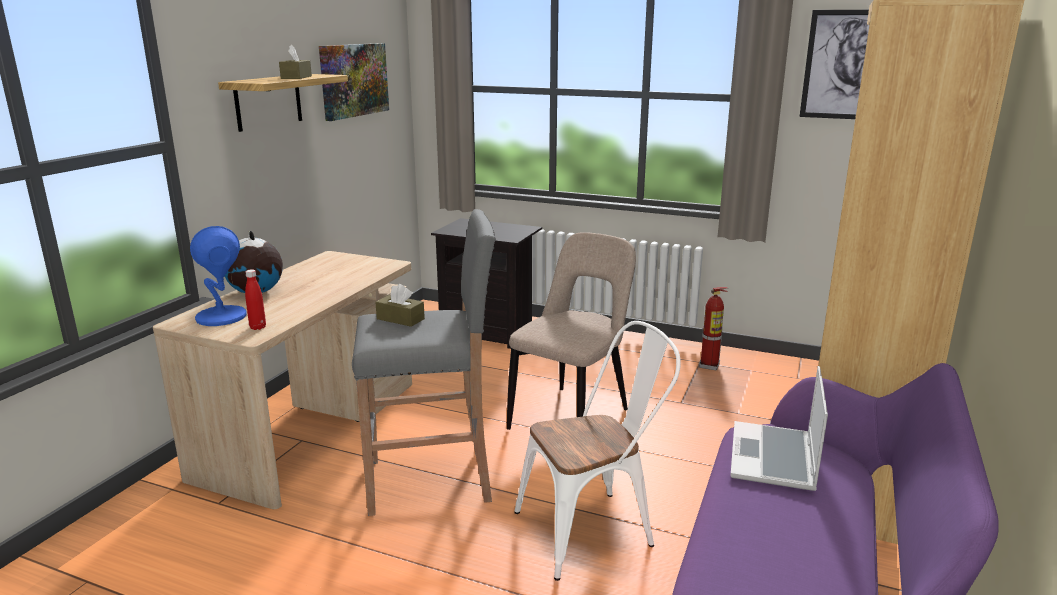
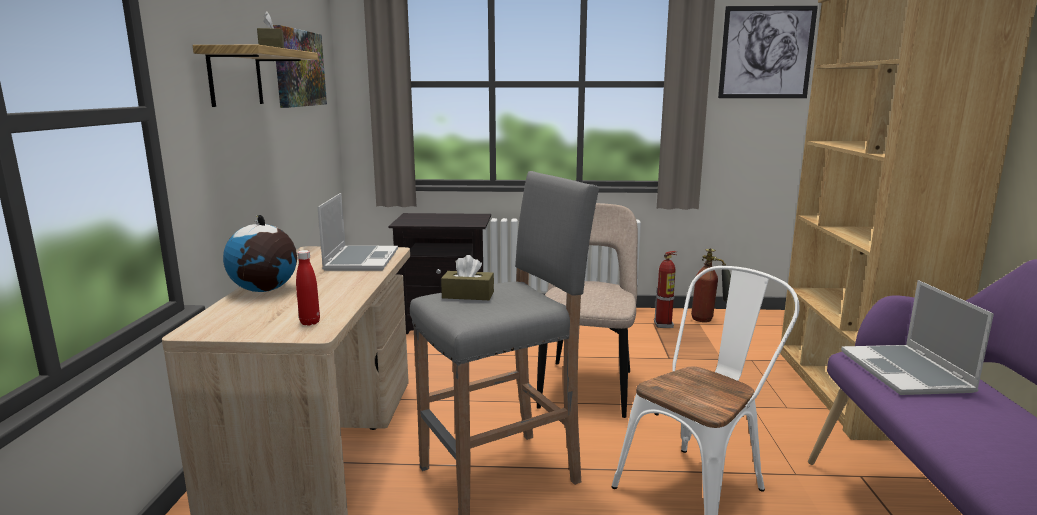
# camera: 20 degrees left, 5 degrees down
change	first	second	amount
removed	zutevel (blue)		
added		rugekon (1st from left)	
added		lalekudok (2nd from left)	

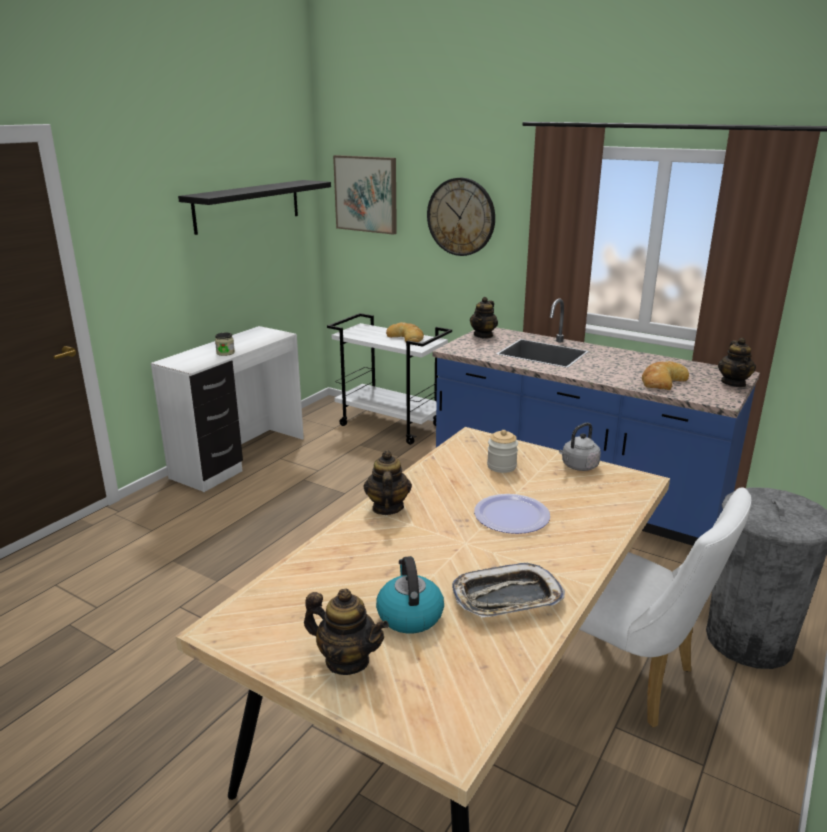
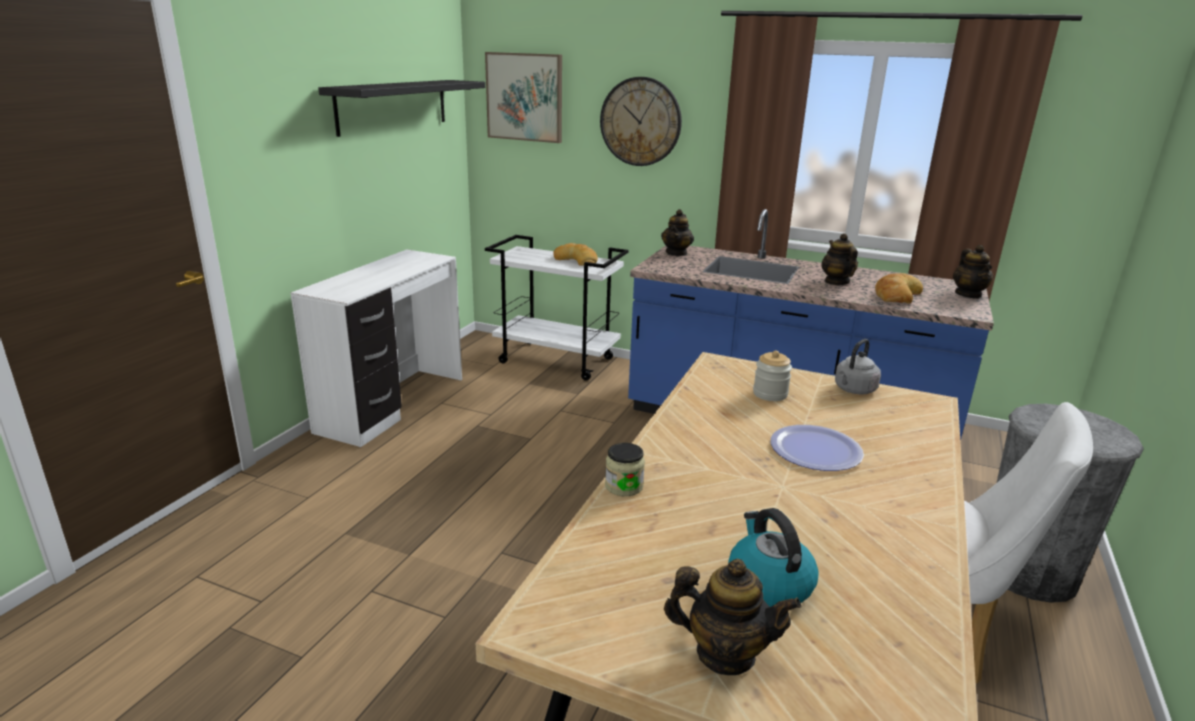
# camera: 10 degrees left, 0 degrees up
change	first	second	amount
moved	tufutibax (1st from left)		
moved	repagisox (2nd from left in the first image)	repagisox (3rd from left)	
removed	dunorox		

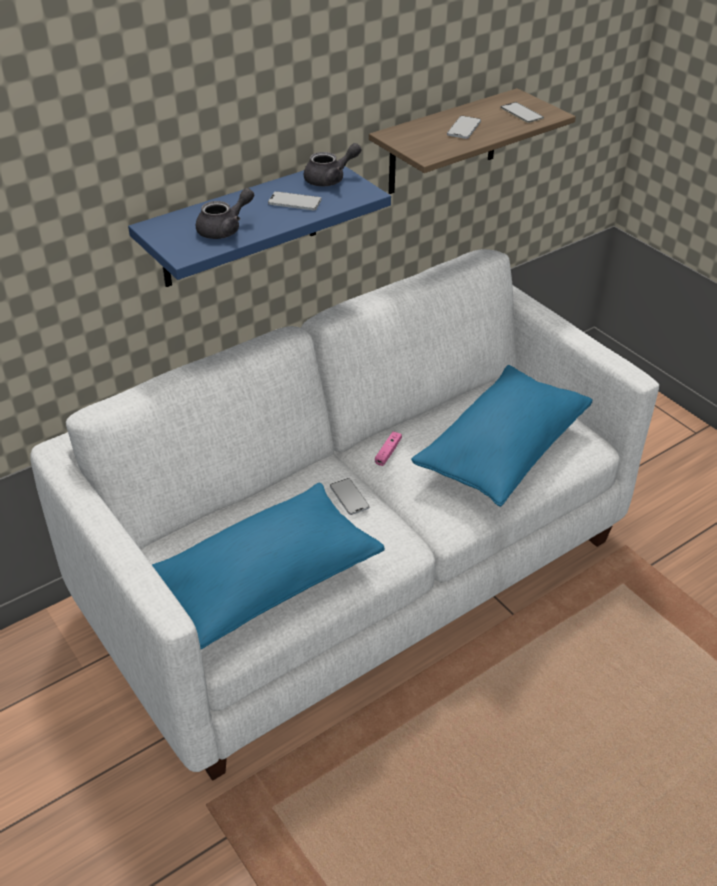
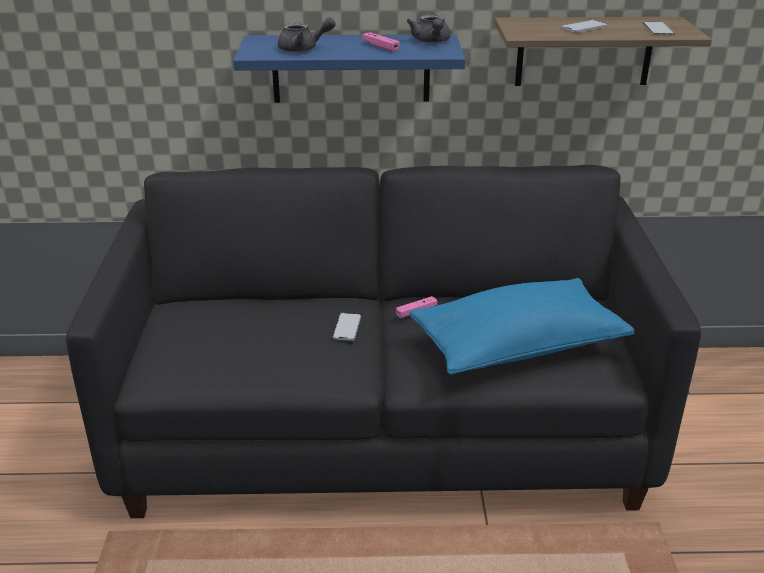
# camera: 35 degrees right, 10 degrees down
change	first	second	amount
recoloured	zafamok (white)	zafamok (black)	
removed	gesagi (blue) (1st from left)		
replaced	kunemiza (1st from left)	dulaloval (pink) (1st from left)	
turned	repagisox (grey) (2nd from left)		75 degrees clockwise

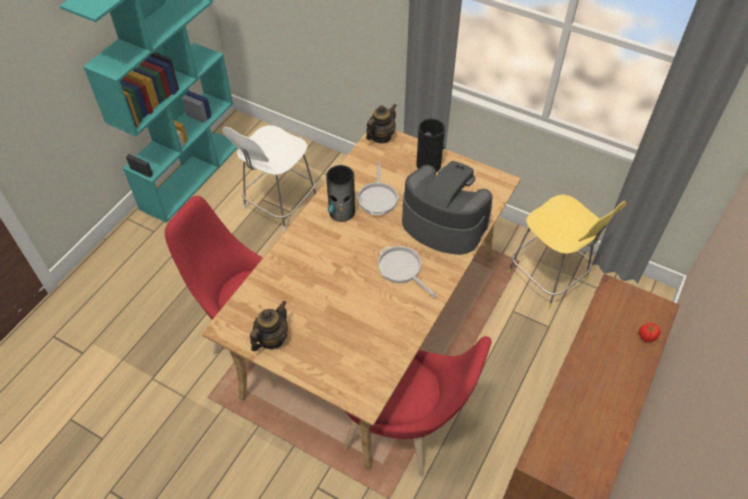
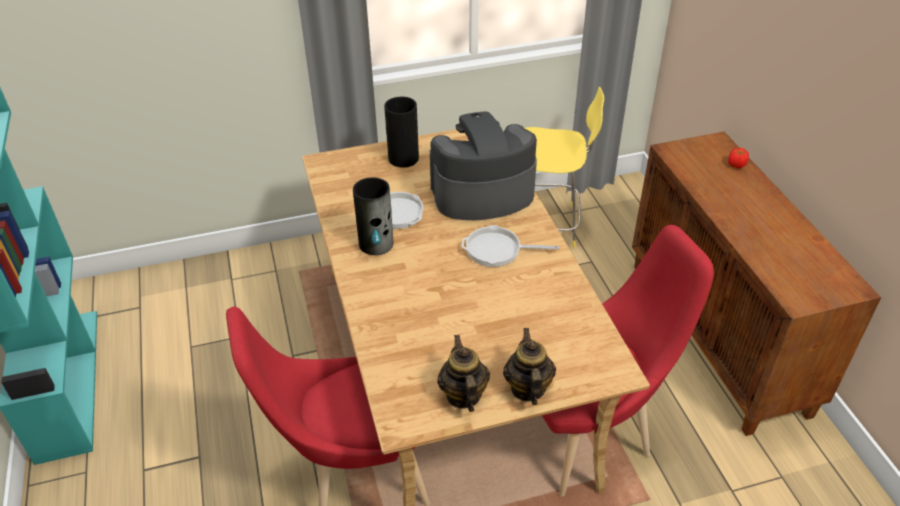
# camera: 45 degrees left, 10 degrees down
change	first	second	amount
removed	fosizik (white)		
moved	repagisox (2nd from left)		

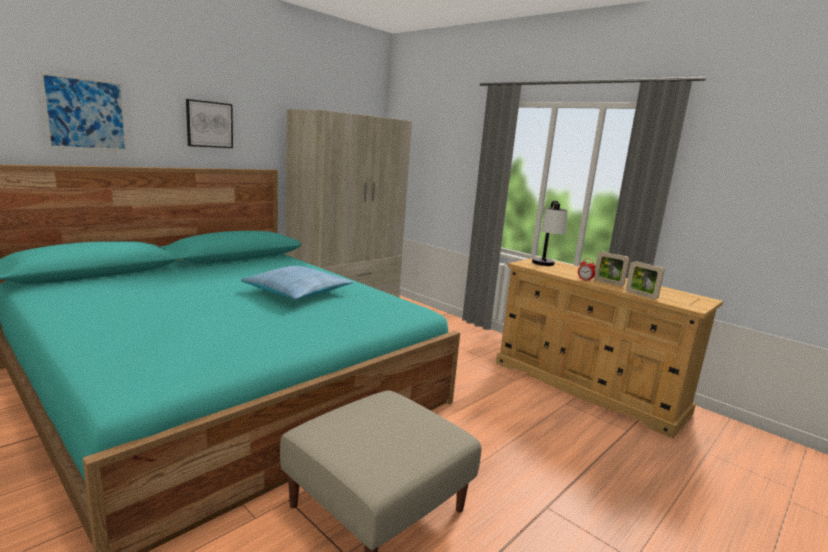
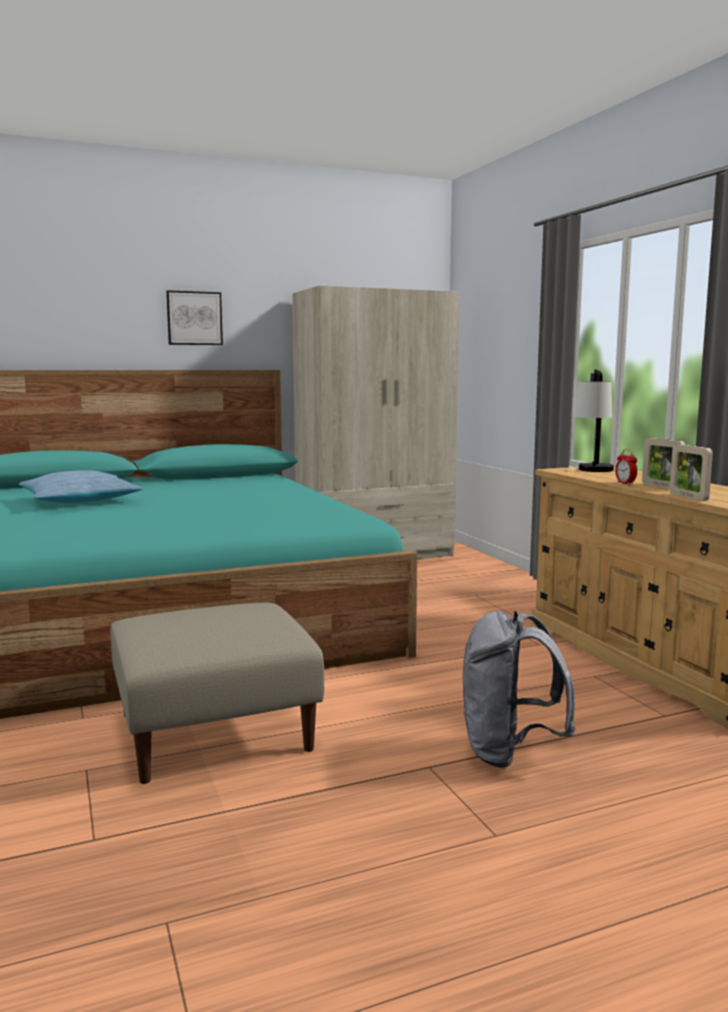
# camera: 25 degrees right, 5 degrees down
change	first	second	amount
removed	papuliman (1st from left)		
moved	gesagi		
added		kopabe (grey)	

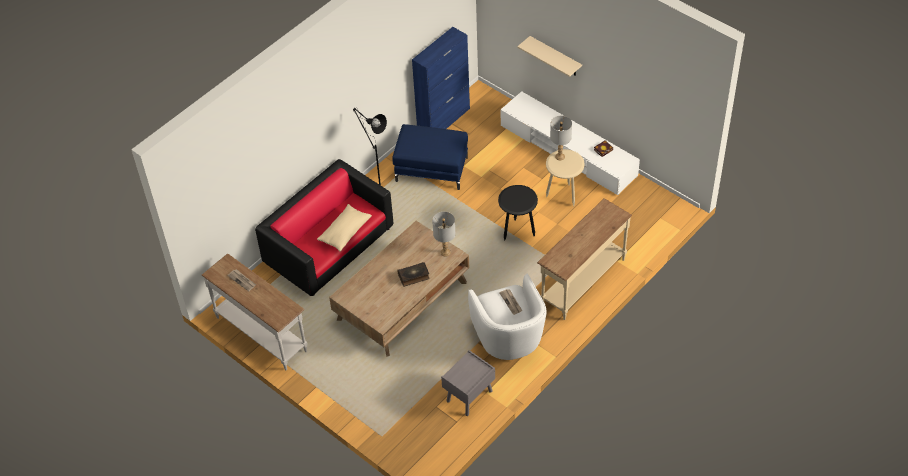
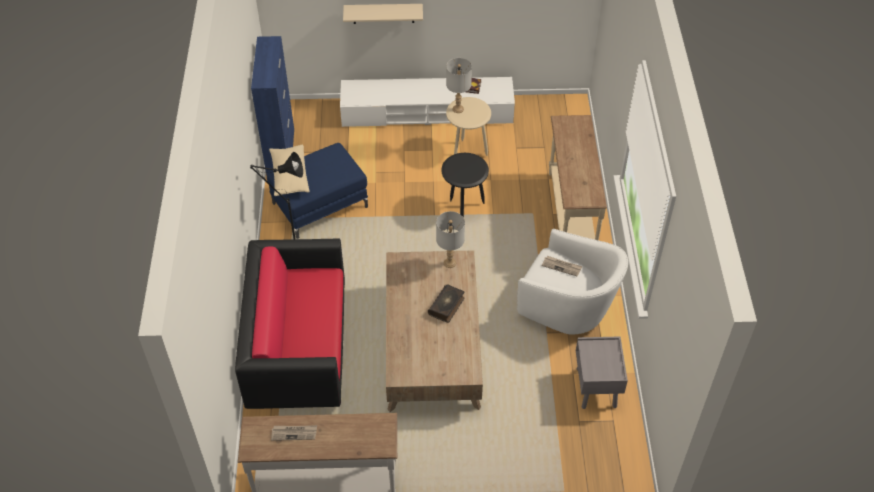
# camera: 45 degrees left, 0 degrees up
change	first	second	amount
moved	gesagi (beige)		

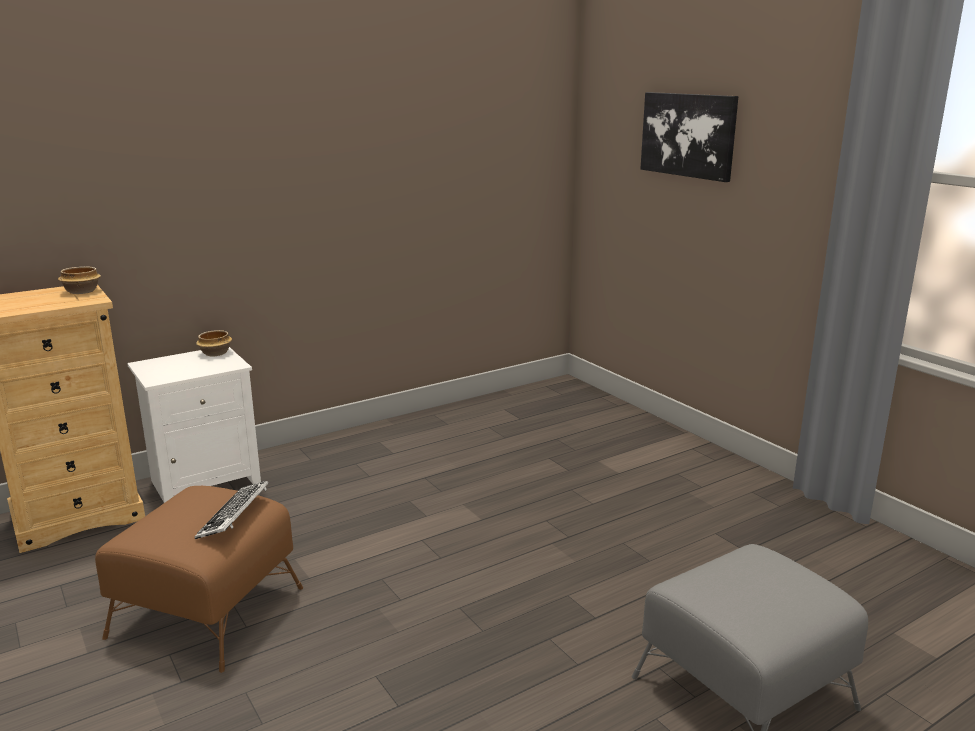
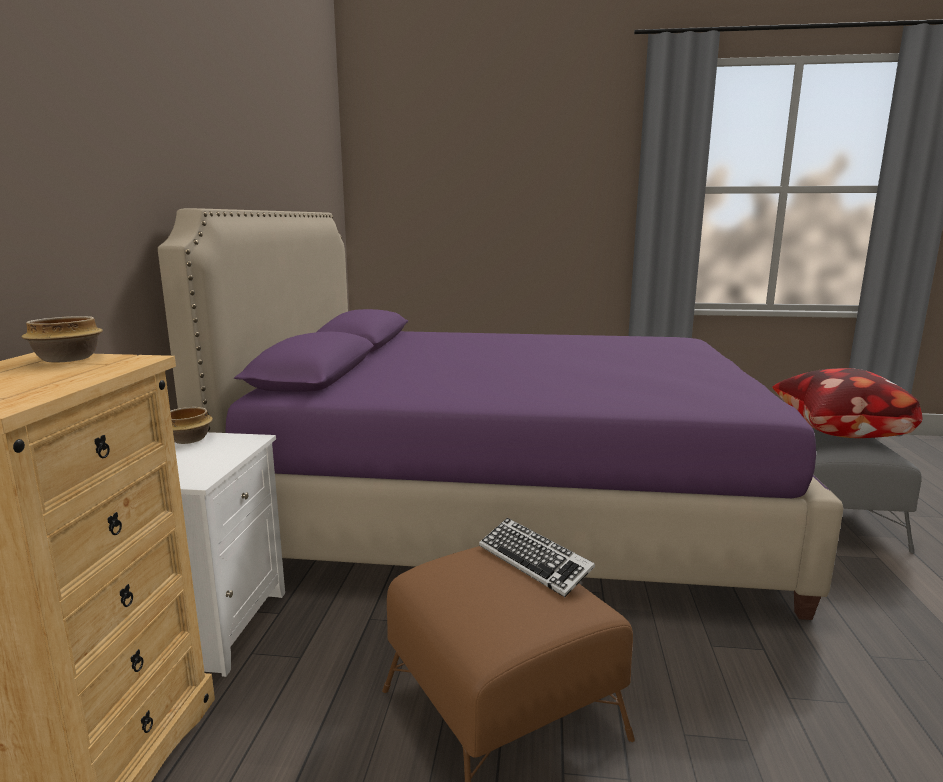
# camera: 50 degrees left, 5 degrees down
change	first	second	amount
removed	papuliman		
added		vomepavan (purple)	
added		gesagi	

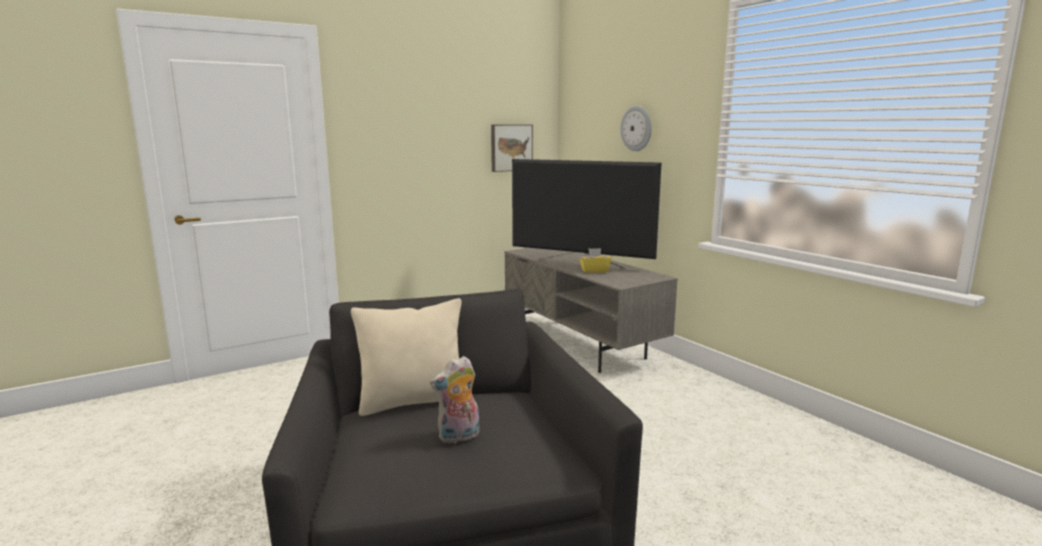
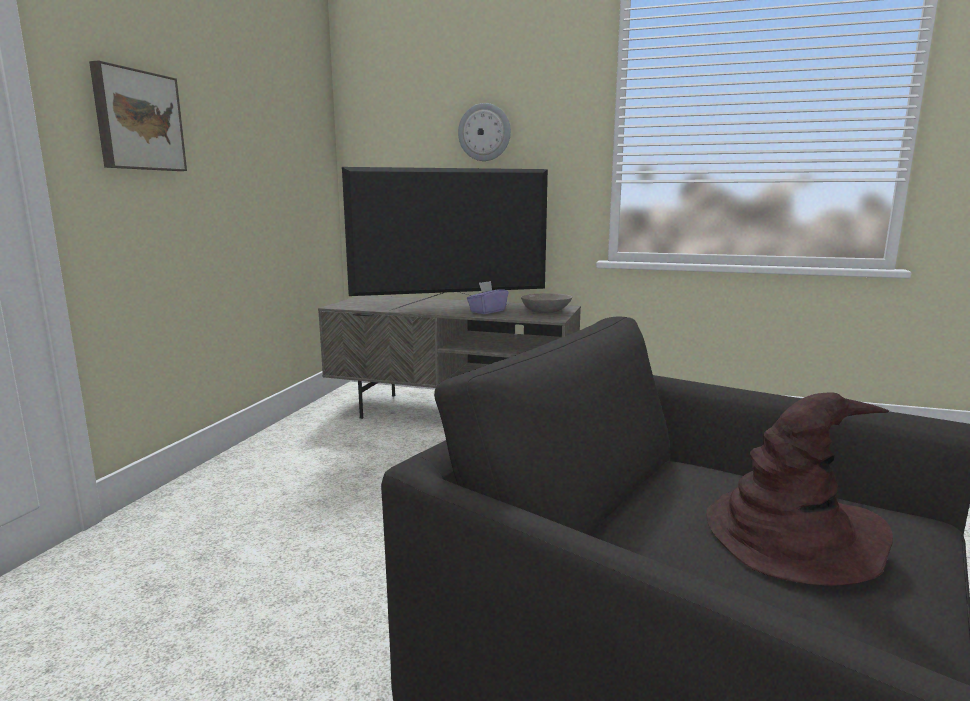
# camera: 40 degrees left, 0 degrees up
change	first	second	amount
removed	gesagi (beige)		
replaced	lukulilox	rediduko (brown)	
moved	papuliman		
recoloured	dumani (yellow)	dumani (purple)	
added		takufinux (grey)	

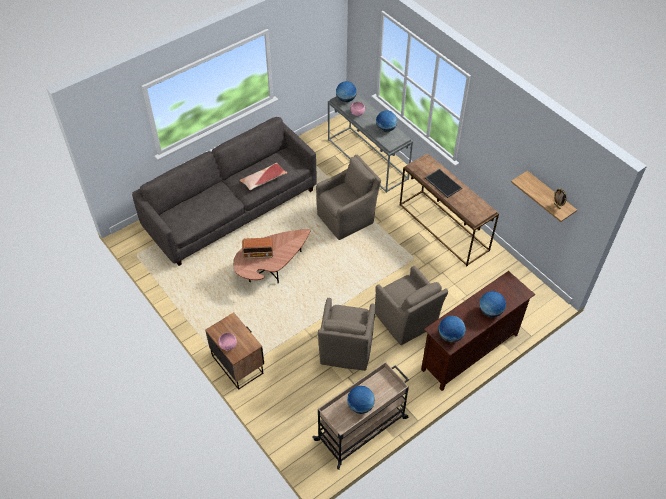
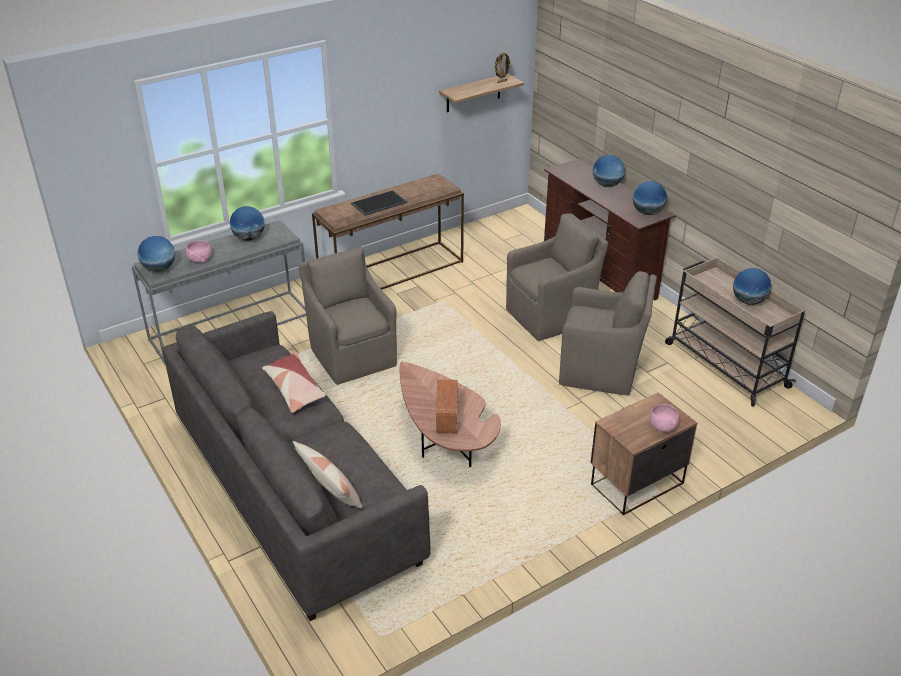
# camera: 85 degrees left, 15 degrees down
change	first	second	amount
added		gesagi (2nd from left)	

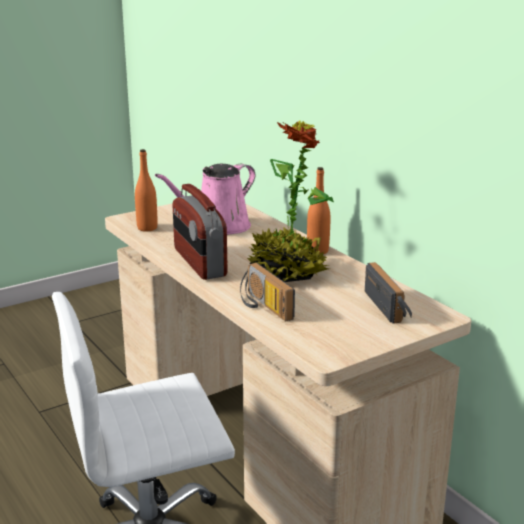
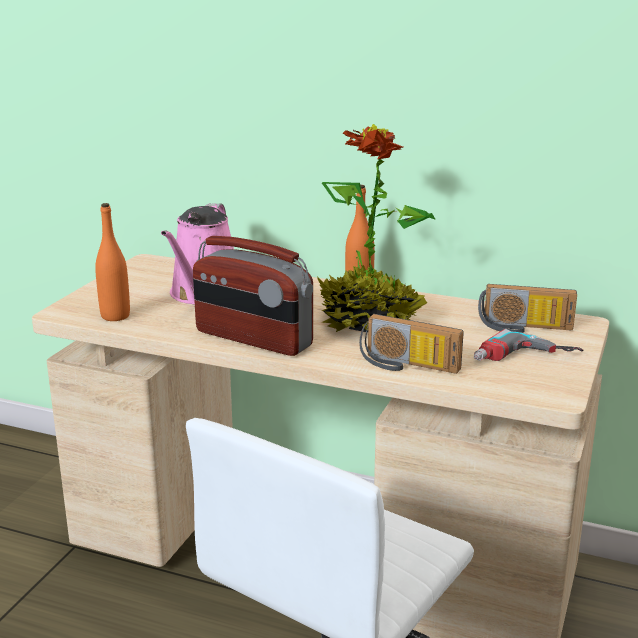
# camera: 35 degrees left, 0 degrees up
change	first	second	amount
turned	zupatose (3rd from left)		150 degrees clockwise
added		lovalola	

